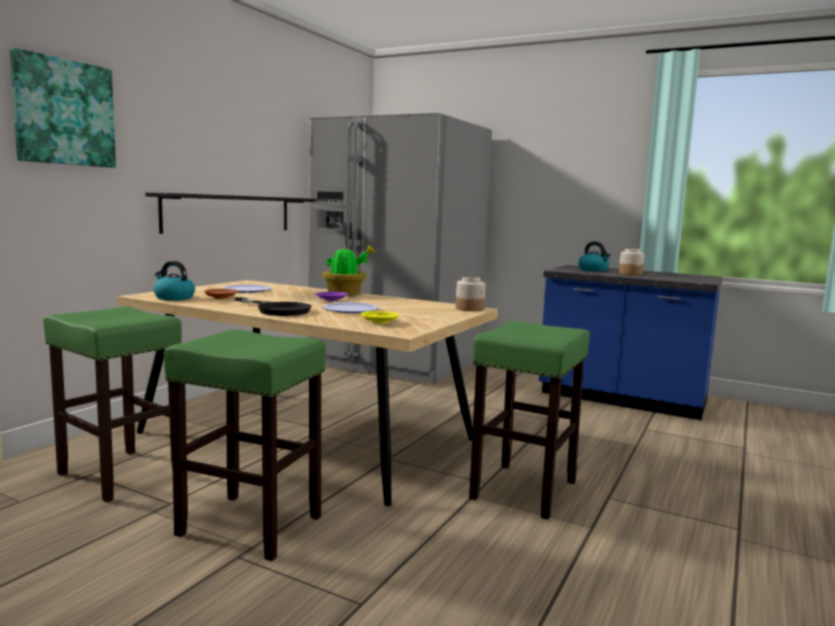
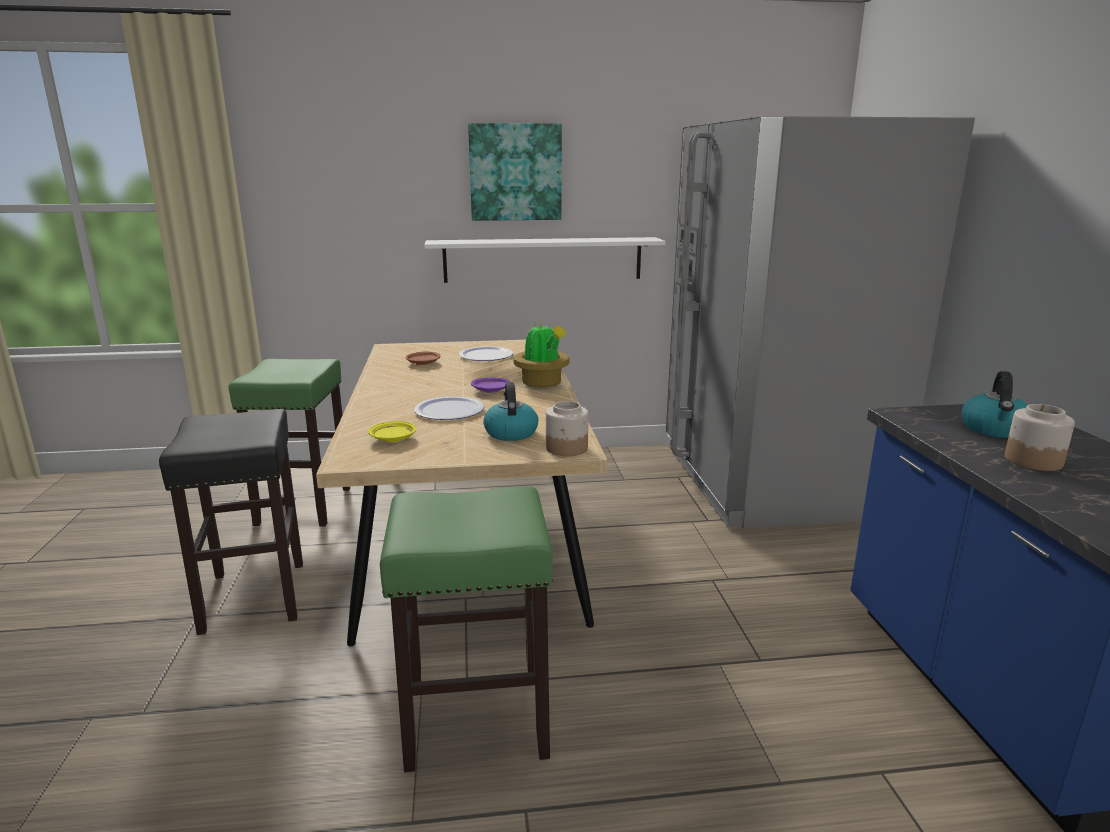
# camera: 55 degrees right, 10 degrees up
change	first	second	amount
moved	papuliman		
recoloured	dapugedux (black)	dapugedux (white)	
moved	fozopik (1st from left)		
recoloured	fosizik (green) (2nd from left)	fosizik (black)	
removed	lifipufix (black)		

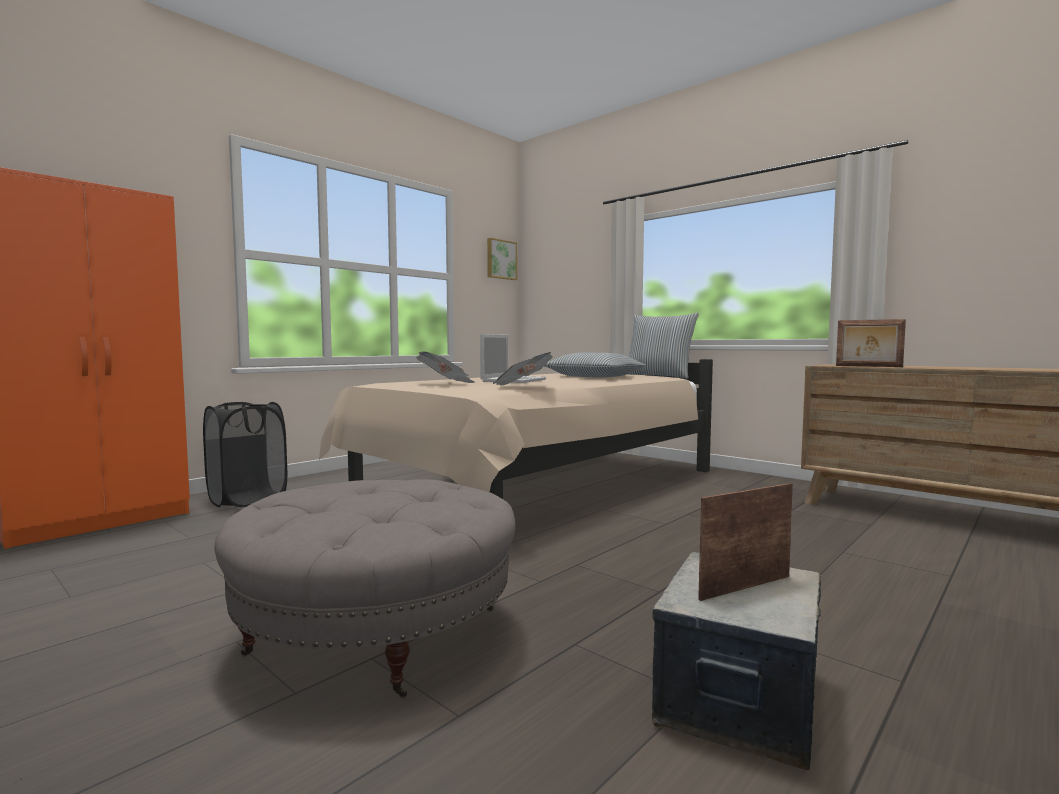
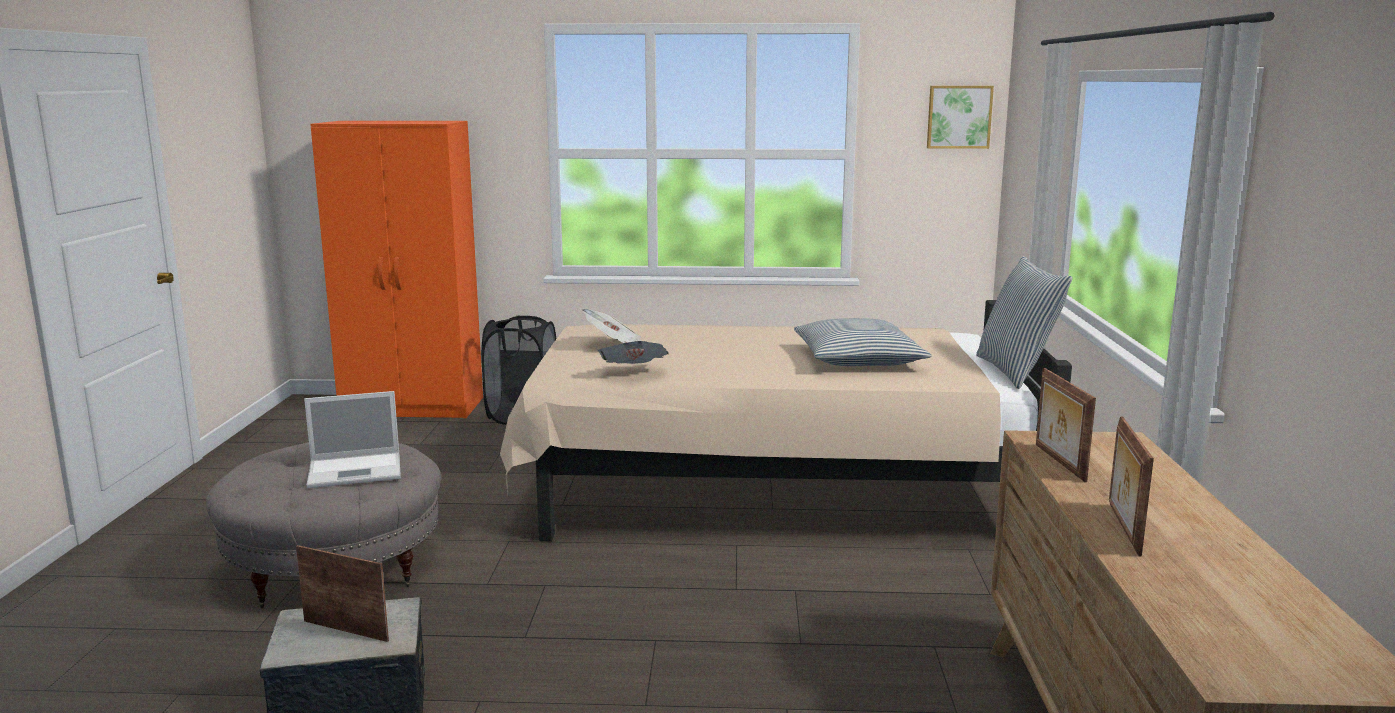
# camera: 50 degrees right, 10 degrees up
change	first	second	amount
moved	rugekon		
added		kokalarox (3rd from left)	

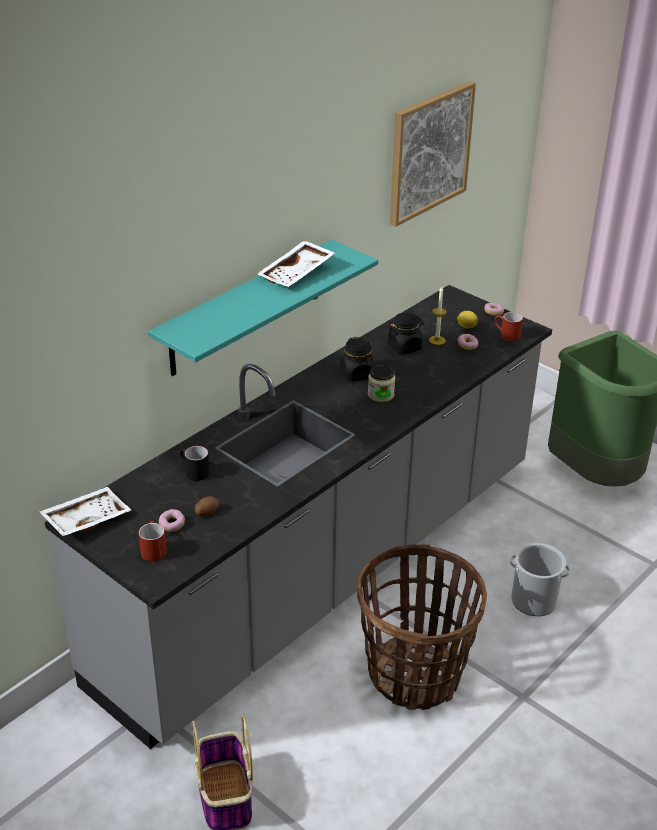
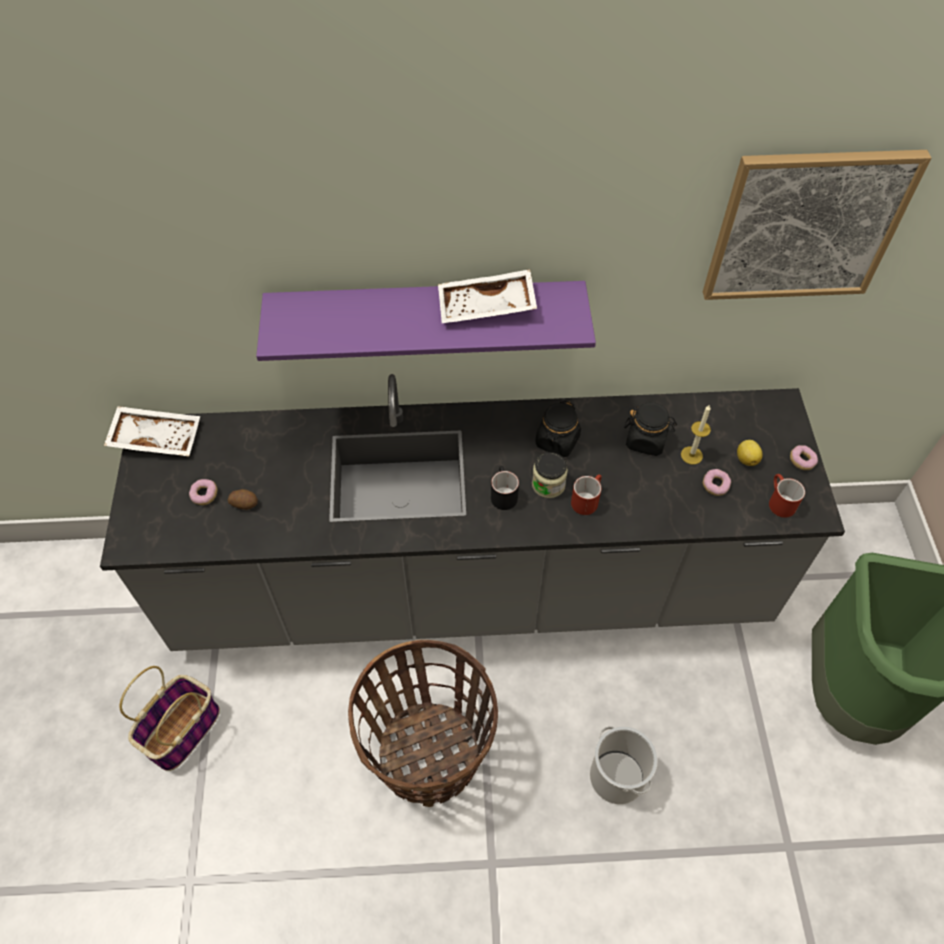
# camera: 45 degrees right, 20 degrees up
change	first	second	amount
moved	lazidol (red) (1st from left)		
recoloured	dapugedux (turquoise)	dapugedux (purple)	
moved	lazidol (black)		

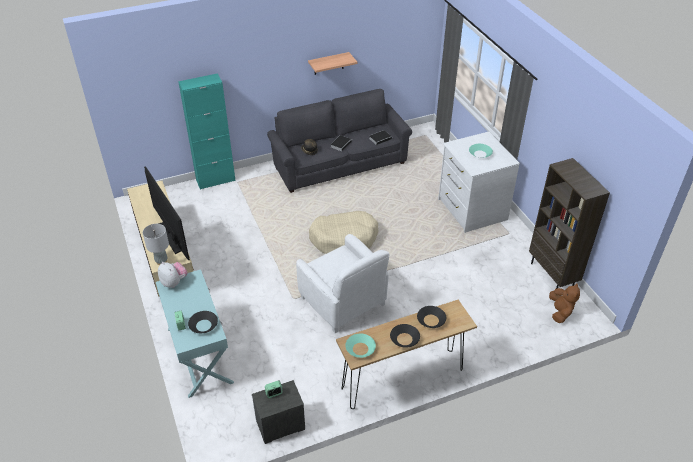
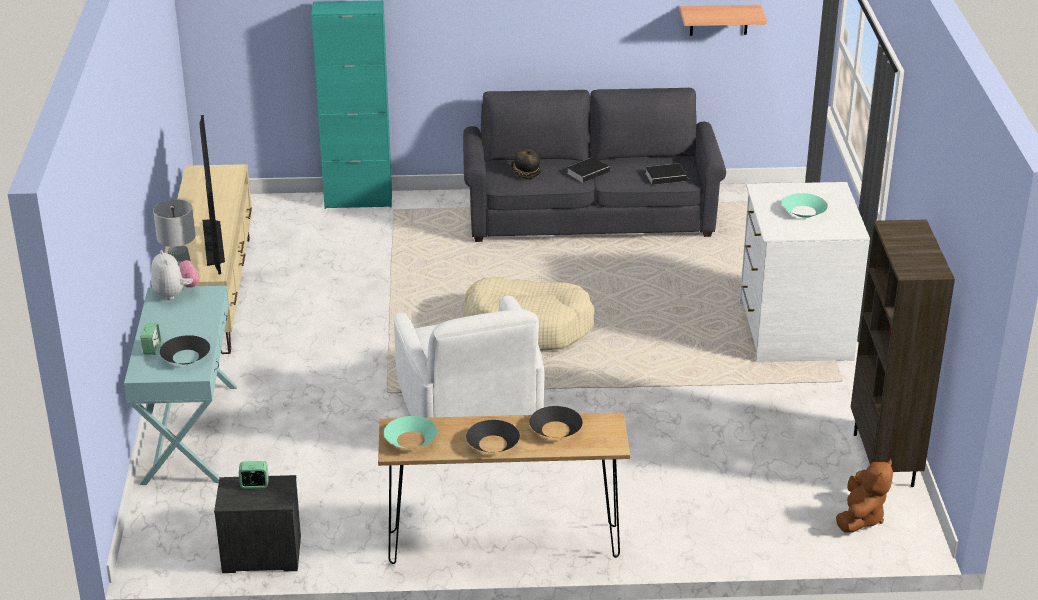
# camera: 20 degrees right, 10 degrees down
change	first	second	amount
moved	dapugedux		

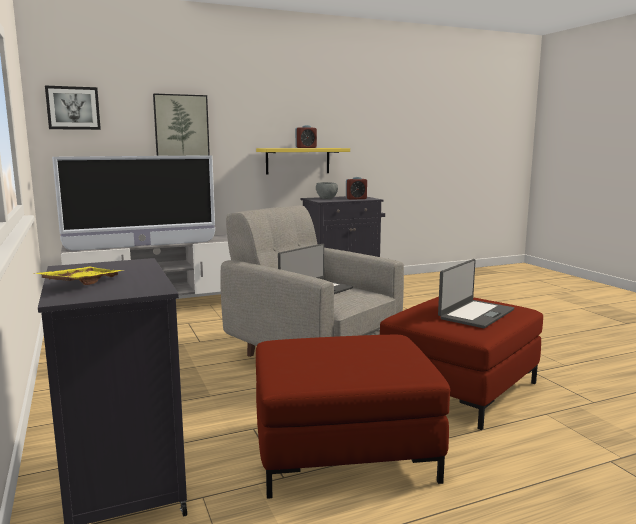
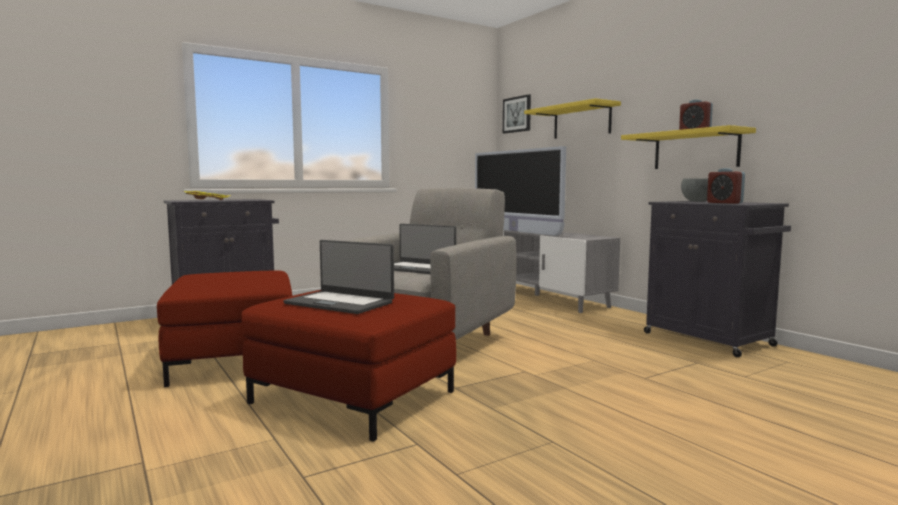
# camera: 80 degrees right, 5 degrees down
change	first	second	amount
replaced	papuliman (2nd from left)	dapugedux (yellow) (1st from left)	

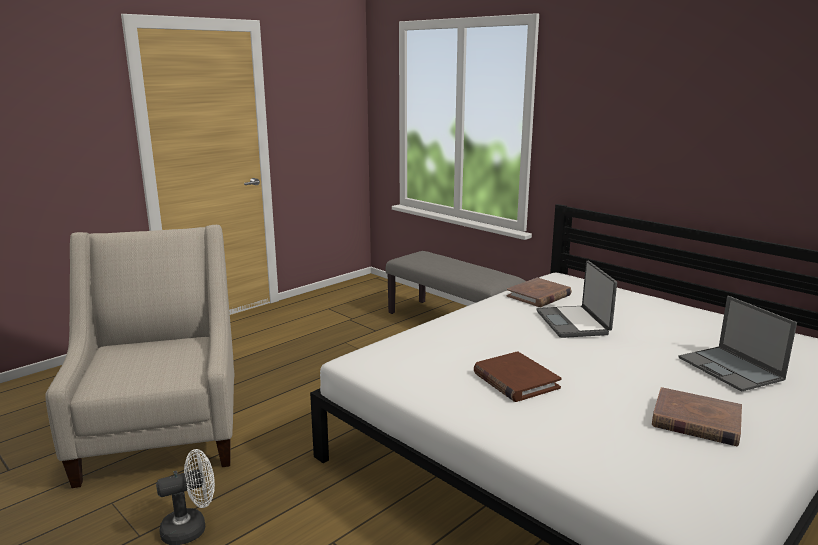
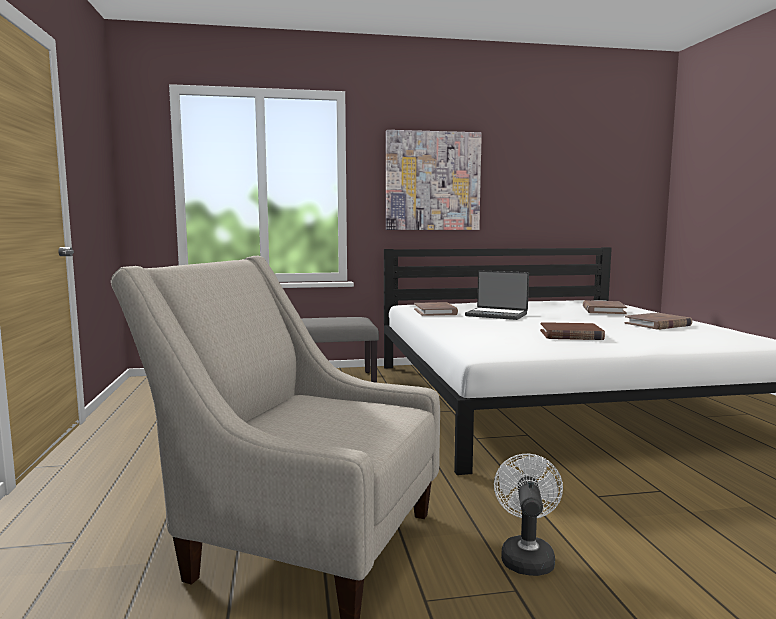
# camera: 55 degrees left, 10 degrees down
change	first	second	amount
replaced	rugekon (2nd from left)	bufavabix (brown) (3rd from left)	
added		papuliman	

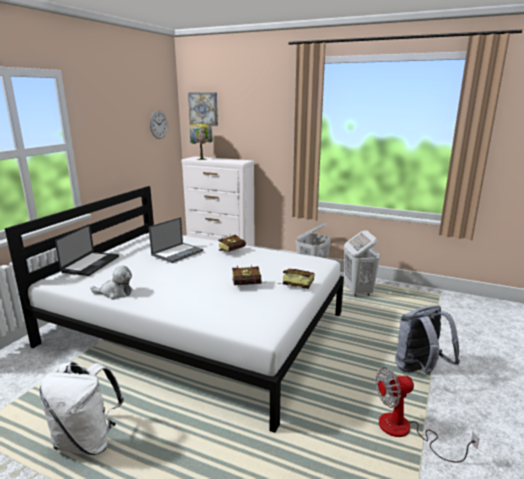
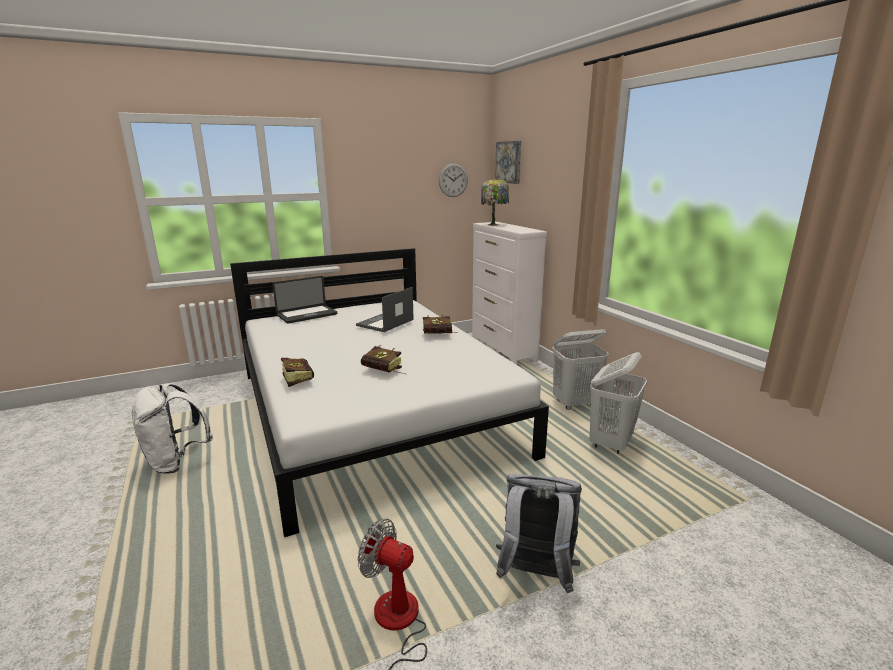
# camera: 40 degrees right, 0 degrees up
change	first	second	amount
removed	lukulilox		
turned	rugekon (2nd from left)		135 degrees clockwise
moved	bufavabix (3rd from left in the first image)	bufavabix (1st from left)	

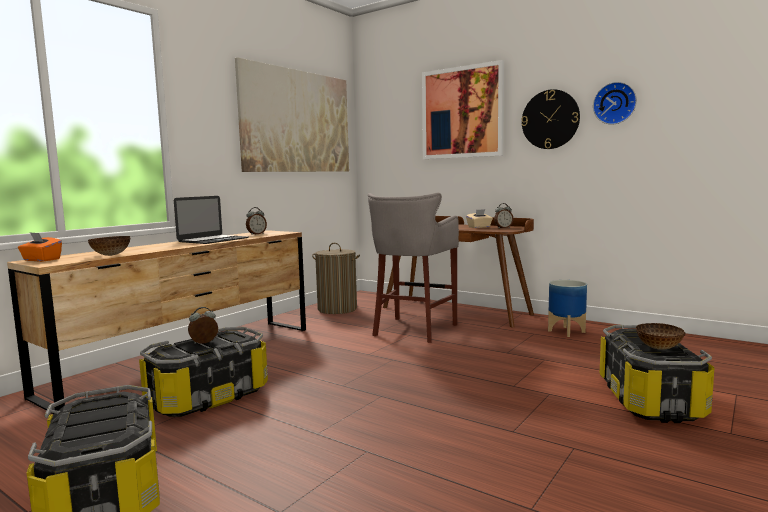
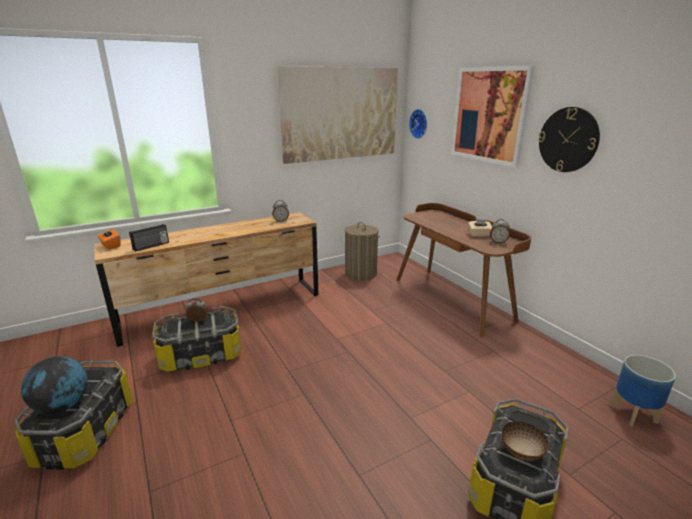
# camera: 25 degrees right, 15 degrees up
change	first	second	amount
replaced	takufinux (1st from left)	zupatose	
removed	rugekon		
removed	fosizik (grey)		
moved	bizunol		
moved	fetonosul (2nd from left in the first image)	fetonosul (1st from left)	
added		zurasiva	

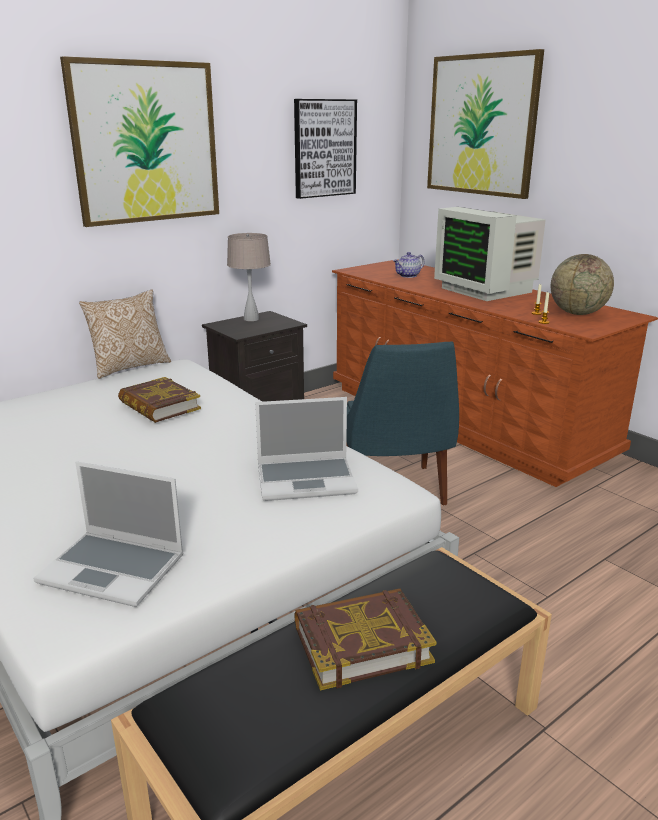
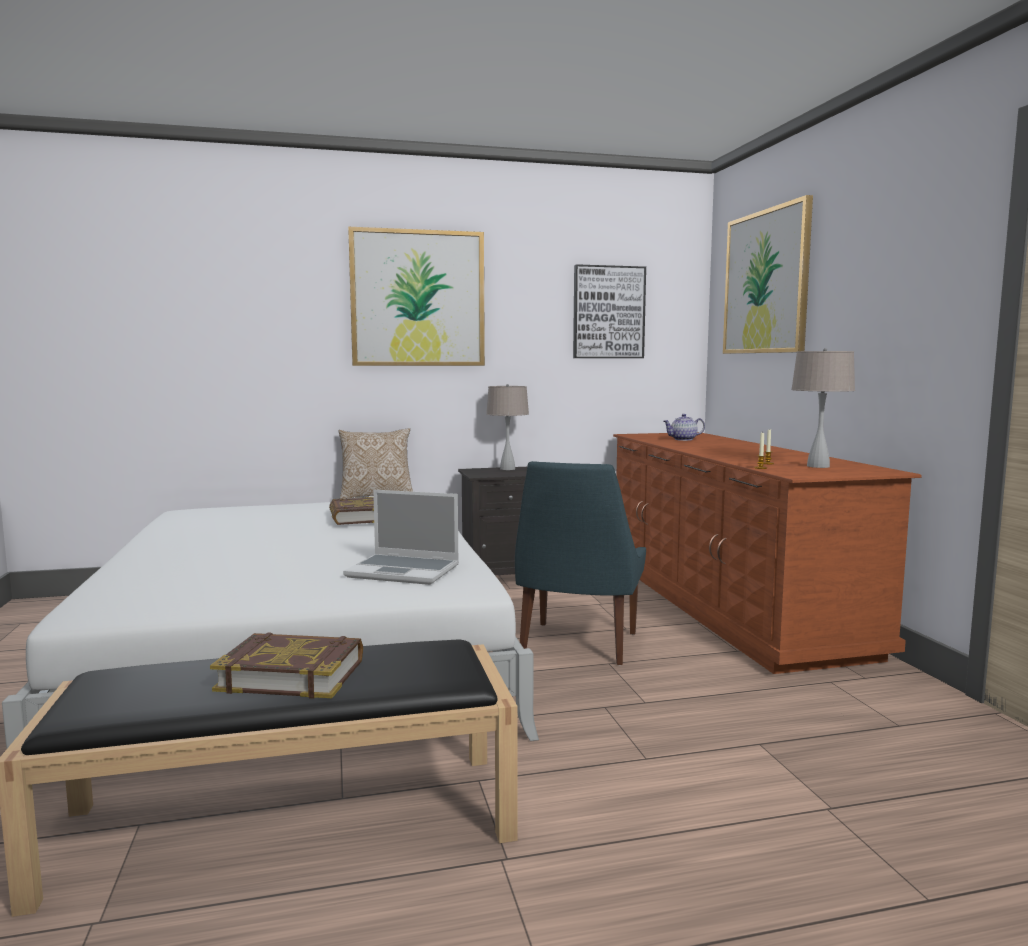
# camera: 25 degrees right, 15 degrees down
change	first	second	amount
removed	rugekon (1st from left)		
removed	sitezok		
replaced	zurasiva	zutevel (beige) (2nd from left)	

